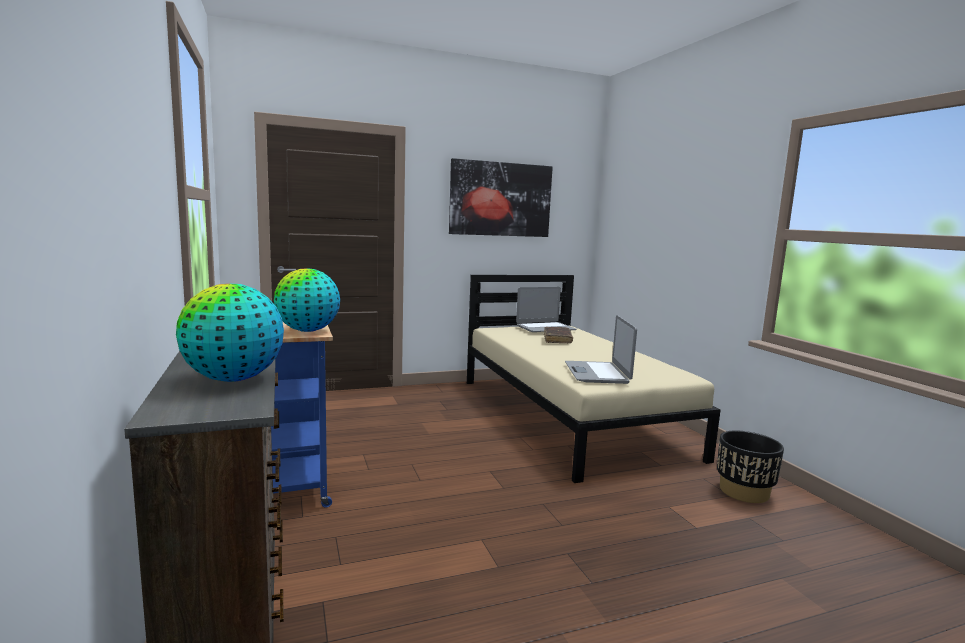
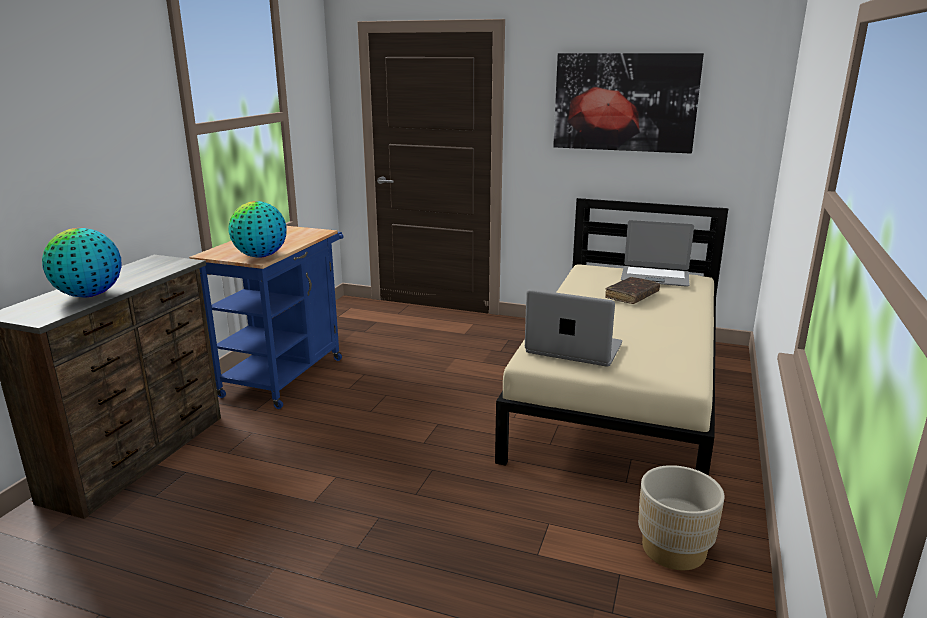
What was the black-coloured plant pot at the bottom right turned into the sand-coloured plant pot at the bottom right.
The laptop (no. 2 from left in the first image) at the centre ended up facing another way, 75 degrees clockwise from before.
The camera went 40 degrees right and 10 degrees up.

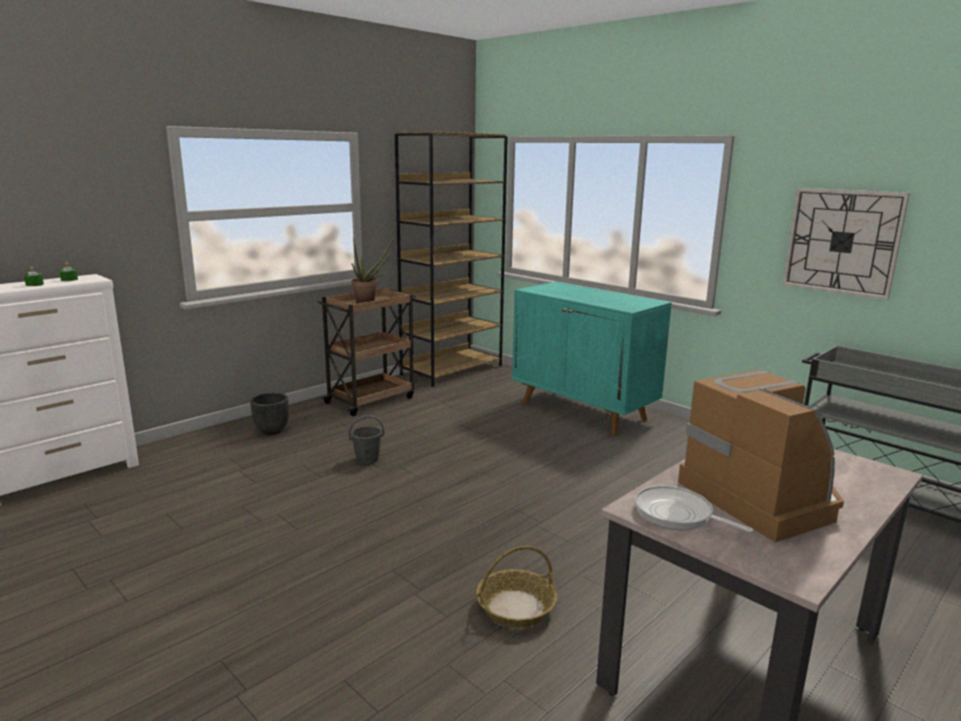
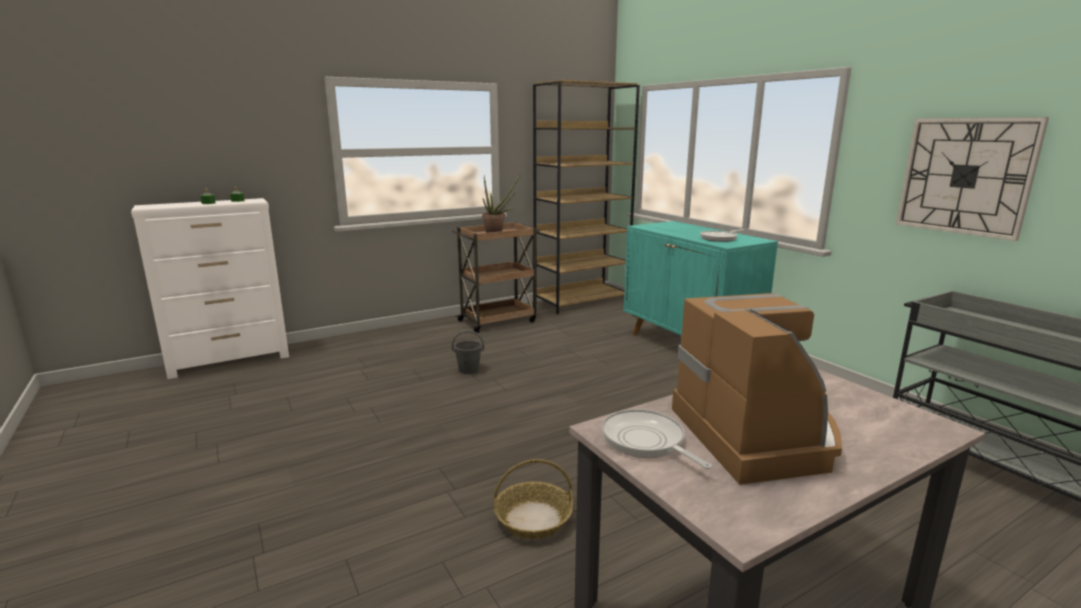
The second view lost the black-coloured plant pot at the middle left.
The second view gained the frying pan (no. 2 from left) at the middle right.
The camera went 15 degrees right and 0 degrees up.

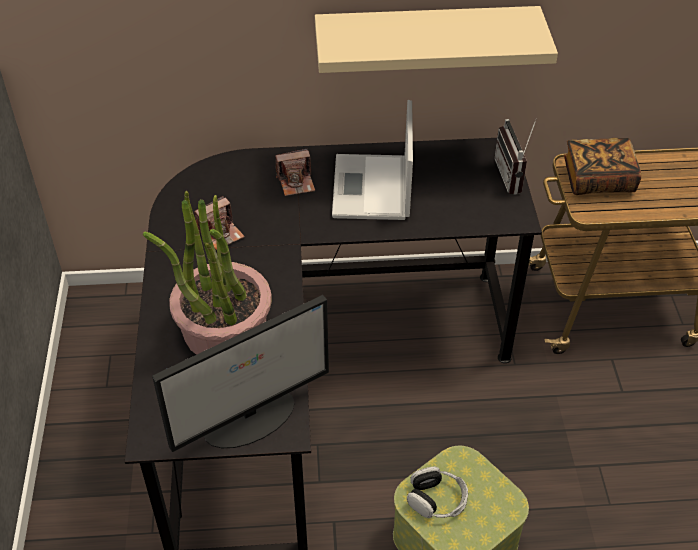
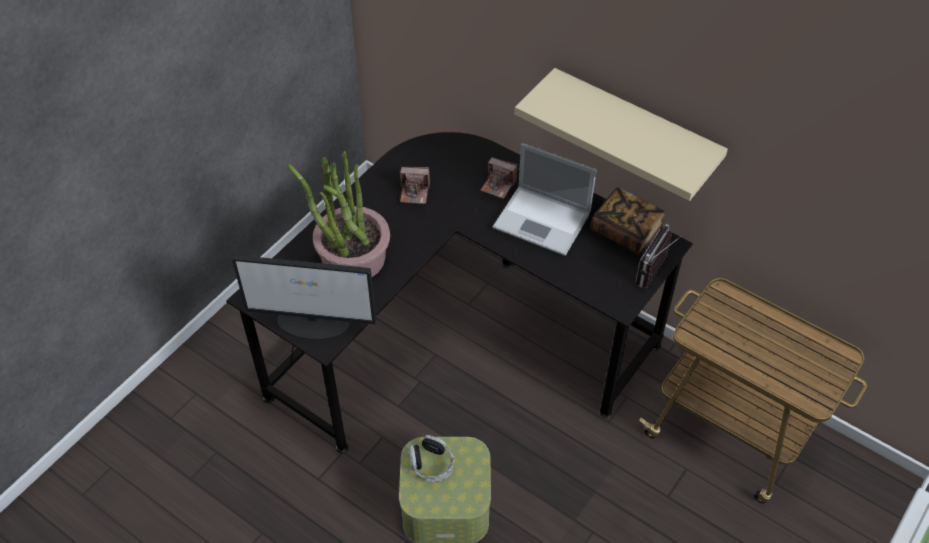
The bound book ended up elsewhere, having gone from the top right to the middle right.
The laptop at the top centre ended up facing another way, 105 degrees counterclockwise from before.
The camera went 40 degrees right and 5 degrees up.

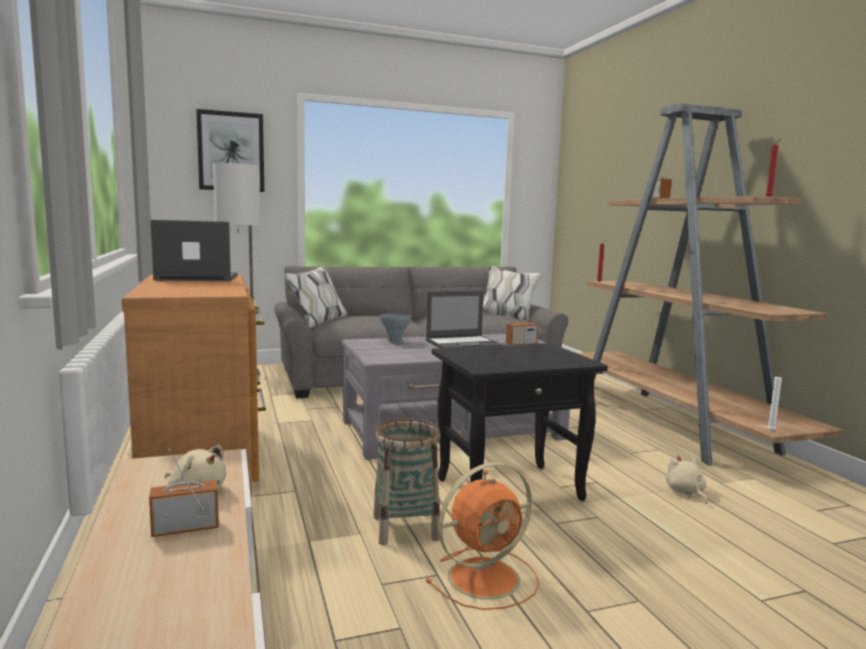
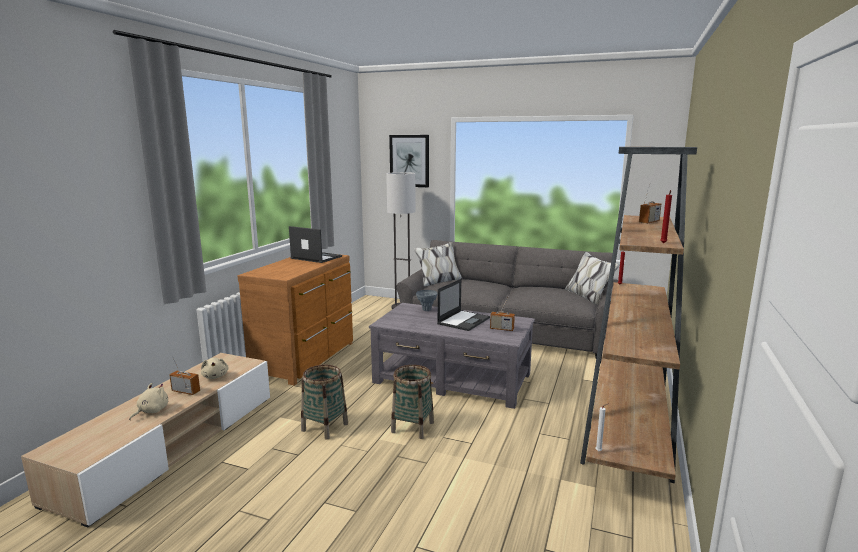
The second view lost the orangey cooling fan at the bottom centre.
The sand-coloured cuddly toy (no. 2 from left in the first image) ended up elsewhere, having gone from the bottom right to the bottom left.
Where the black-coloured side table stood at the centre, the storage basket (no. 2 from left) came to stand at the bottom centre.
The laptop (no. 2 from left) at the centre ended up facing another way, 75 degrees counterclockwise from before.
The camera went 40 degrees right and 5 degrees up.

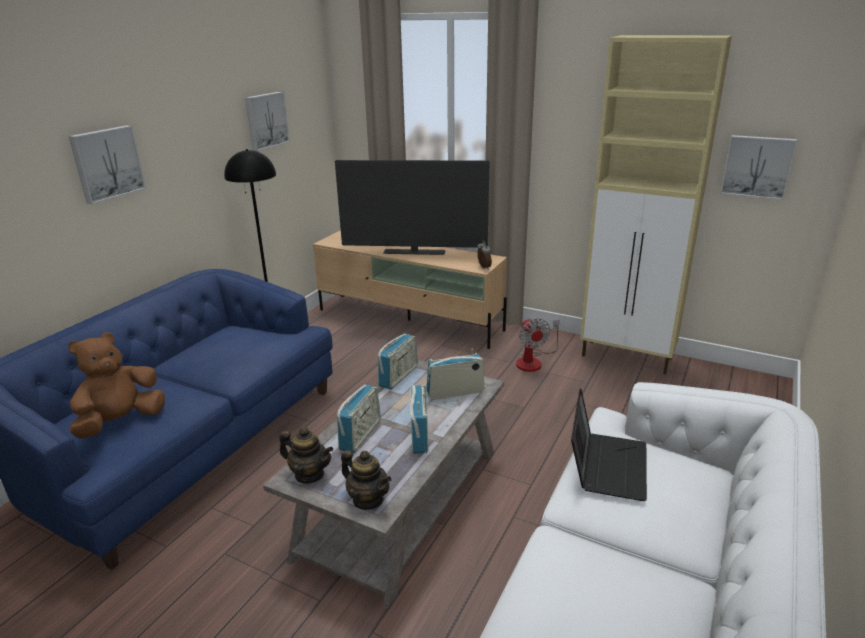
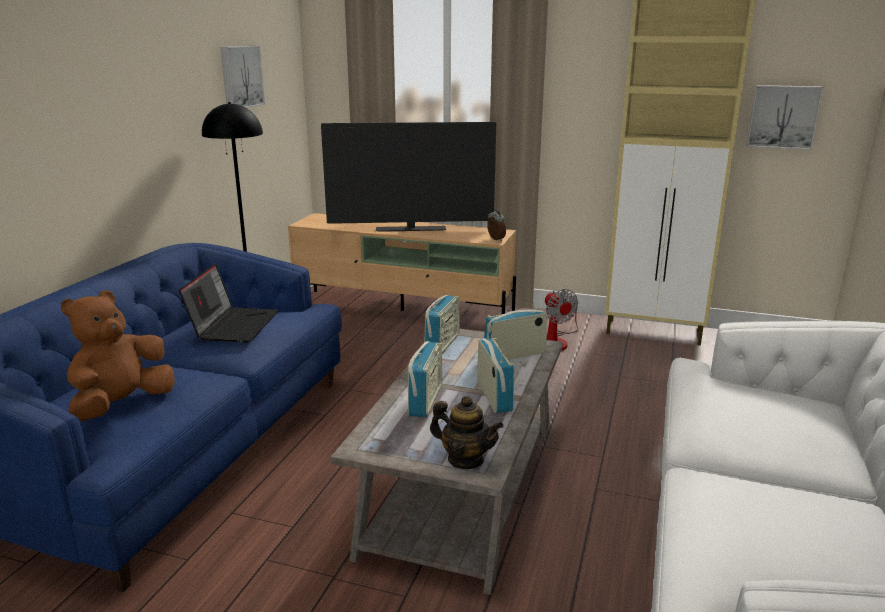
The second view lost the wall art (no. 1 from left) at the top left.
The second view lost the tea pot (no. 1 from left) at the bottom centre.
The laptop ended up elsewhere, having gone from the bottom right to the middle left.
The camera went 10 degrees left and 5 degrees down.

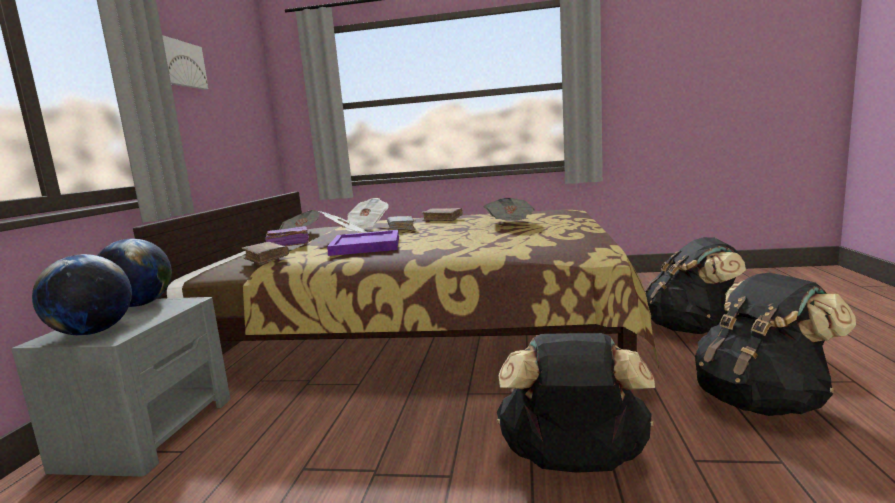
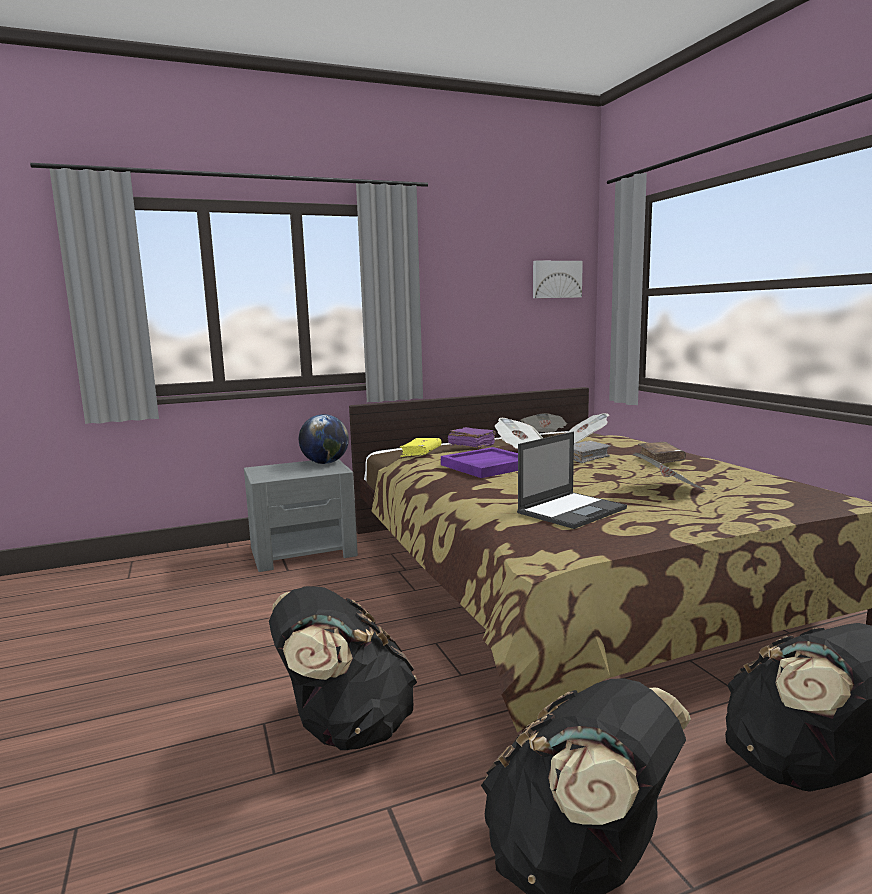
The second view lost the world globe (no. 1 from left) at the middle left.
The second view gained the laptop at the centre.
The wall art ended up elsewhere, having gone from the top left to the top centre.
What was the brown bound book (no. 1 from left) at the middle left turned into the yellow-coloured bound book at the centre.
The camera went 60 degrees right and 0 degrees up.

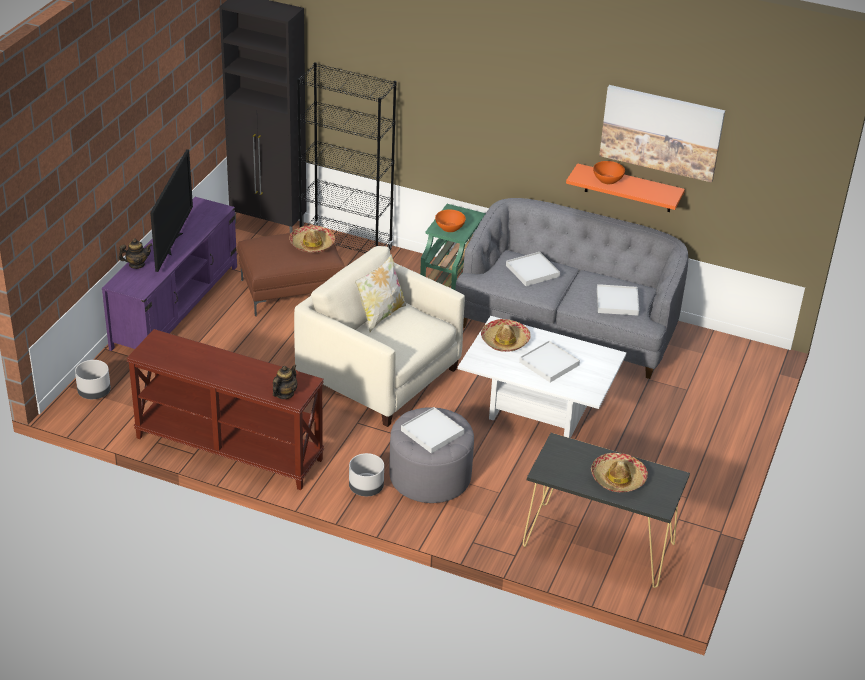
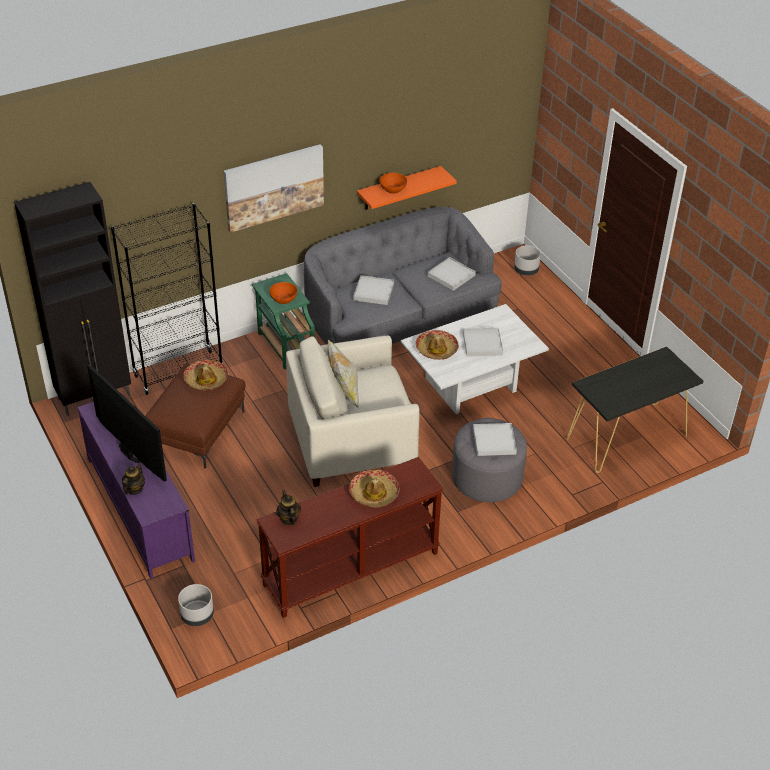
The tea pot (no. 2 from left) ended up elsewhere, having gone from the middle left to the centre.
The grey plant pot (no. 2 from left) ended up elsewhere, having gone from the bottom centre to the middle right.
The wearable hat (no. 3 from left in the first image) ended up elsewhere, having gone from the bottom right to the centre.
The wall art ended up elsewhere, having gone from the top right to the top centre.
The camera went 50 degrees left and 5 degrees up.

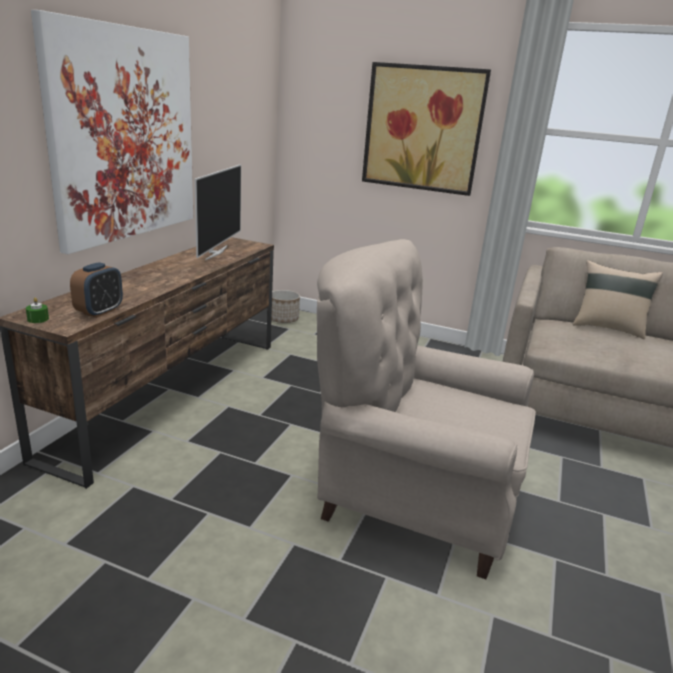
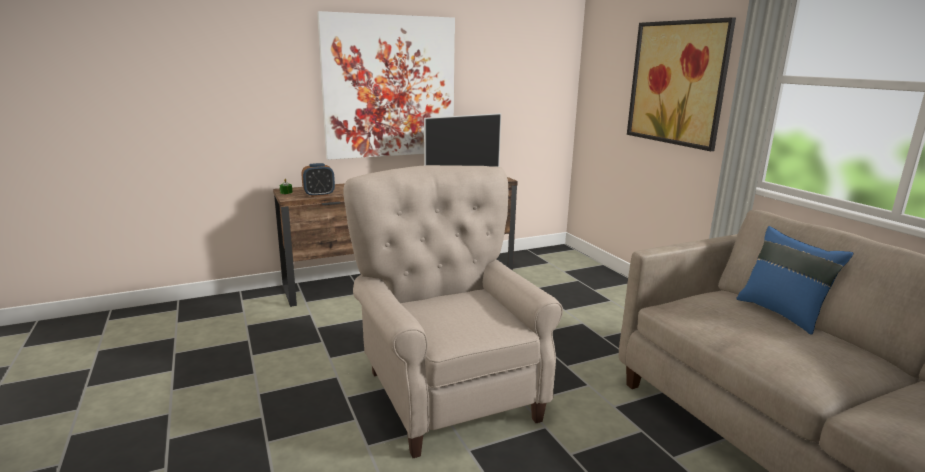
The second view lost the plant pot at the centre.
What was the sand-coloured pillow at the middle right turned into the blue-coloured pillow at the middle right.
The camera went 45 degrees right and 5 degrees down.

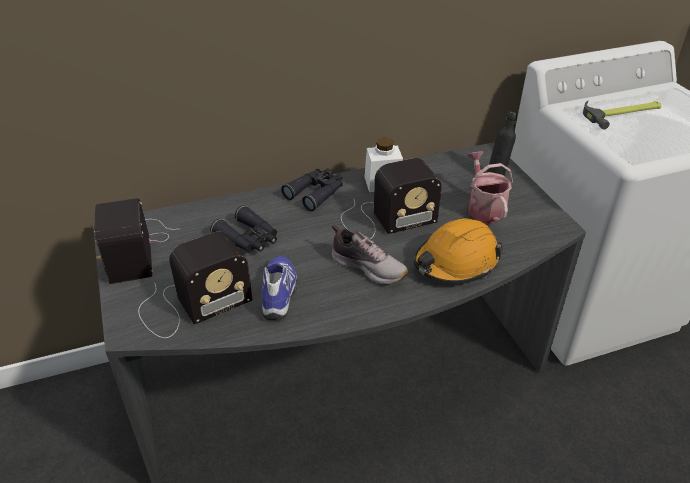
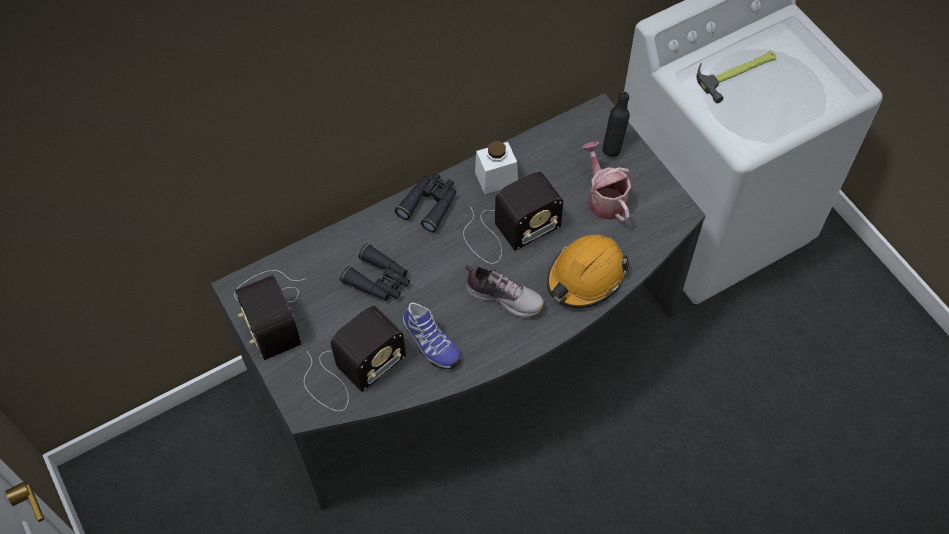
The item of footwear (no. 1 from left) at the centre ended up facing another way, 150 degrees clockwise from before.
The camera went 10 degrees left and 20 degrees up.

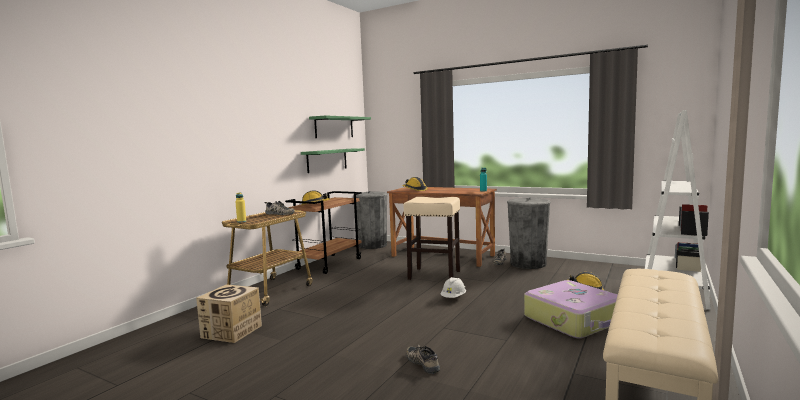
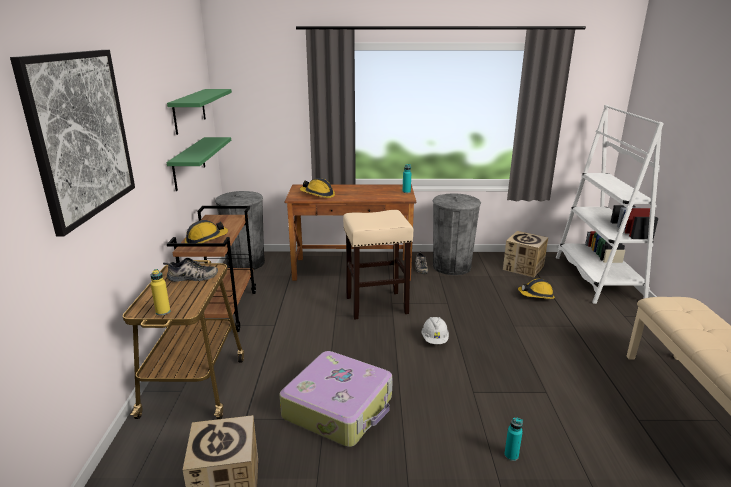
The second view gained the wall art at the top left.
The second view gained the packing box (no. 2 from left) at the middle right.
The suitcase ended up elsewhere, having gone from the bottom right to the bottom centre.
Where the item of footwear (no. 2 from left) stood at the bottom centre, the blue-green bottle (no. 2 from left) came to stand at the bottom right.
The camera went 30 degrees left and 15 degrees up.

